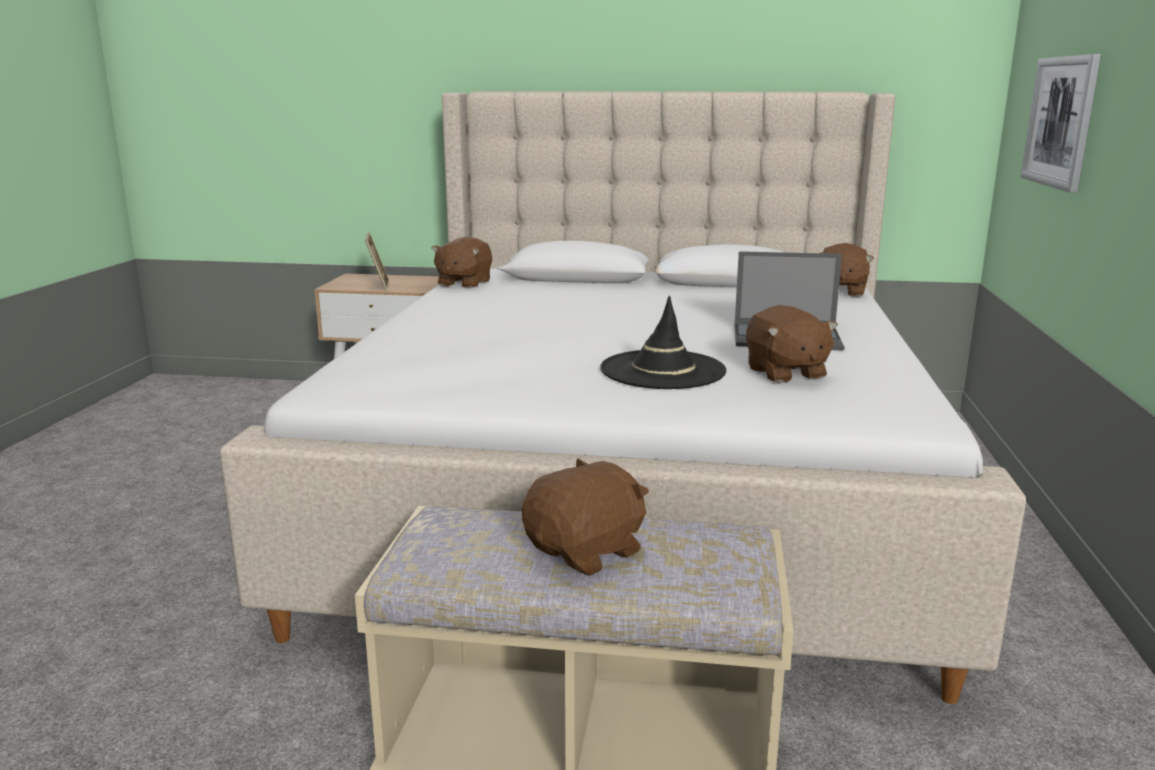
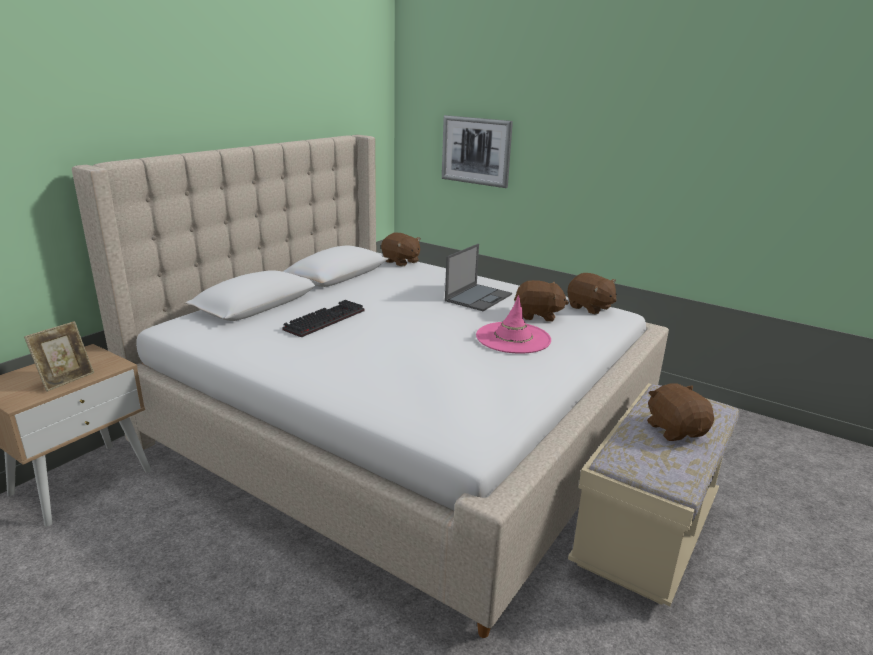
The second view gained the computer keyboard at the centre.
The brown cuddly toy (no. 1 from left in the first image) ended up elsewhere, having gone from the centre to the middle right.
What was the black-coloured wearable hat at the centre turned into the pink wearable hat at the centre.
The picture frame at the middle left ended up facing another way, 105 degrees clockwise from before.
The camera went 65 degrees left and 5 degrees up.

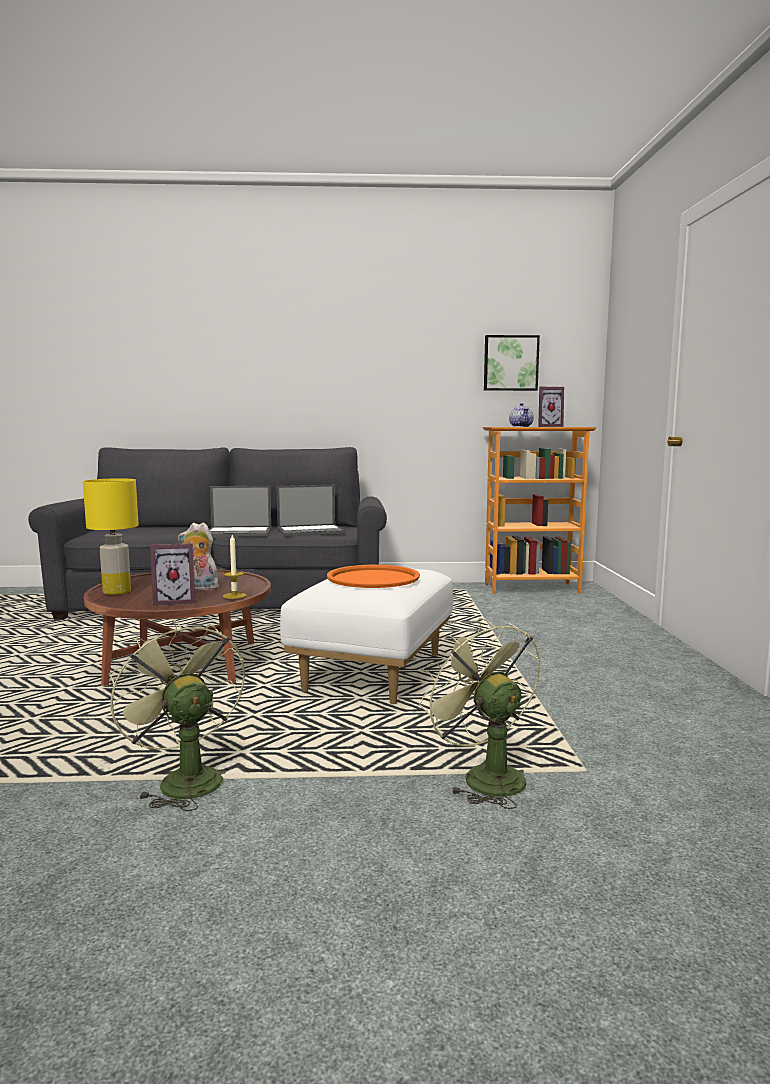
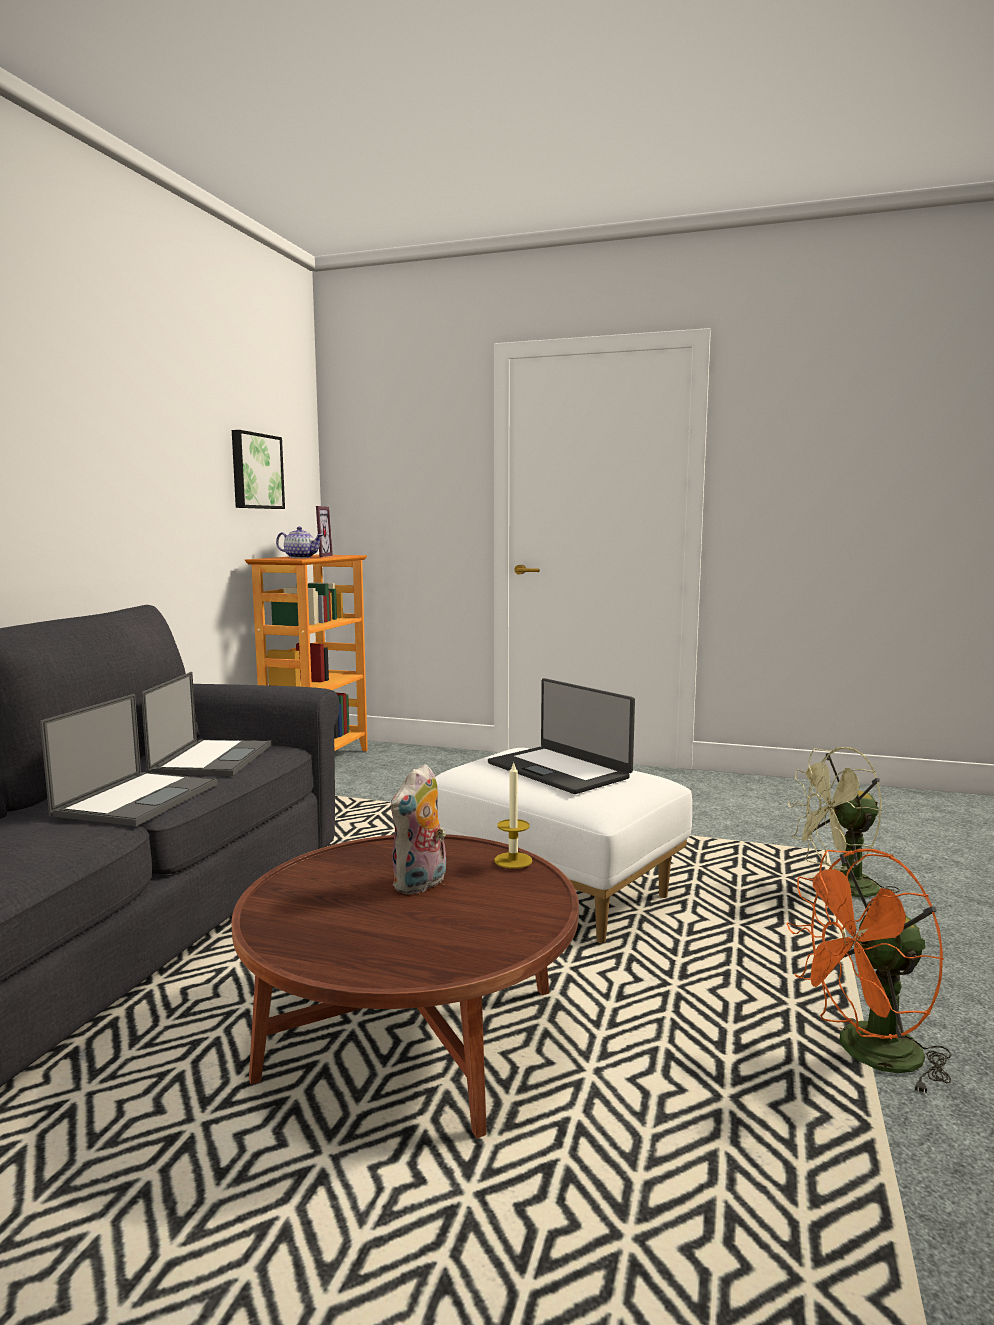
The second view lost the yellow-coloured tabletop lamp at the middle left.
The second view lost the picture frame (no. 1 from left) at the middle left.
Where the orangey tray stood at the centre, the laptop (no. 3 from left) came to stand at the centre.
What was the green cooling fan (no. 1 from left) at the middle left turned into the orangey cooling fan at the bottom right.
The camera went 70 degrees left and 0 degrees up.

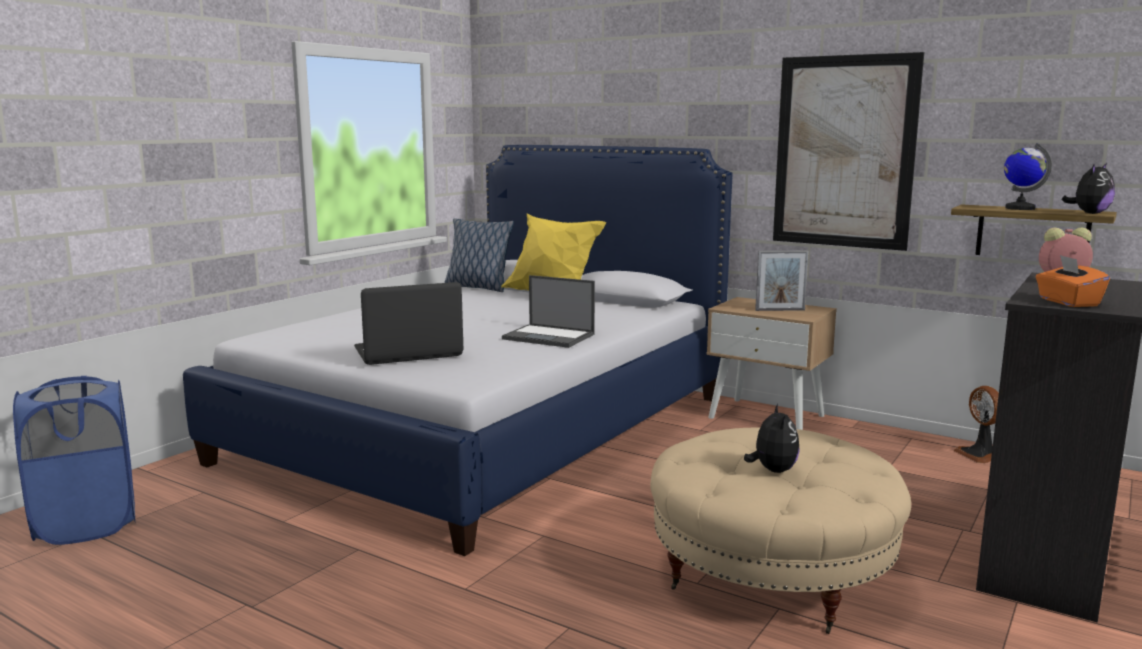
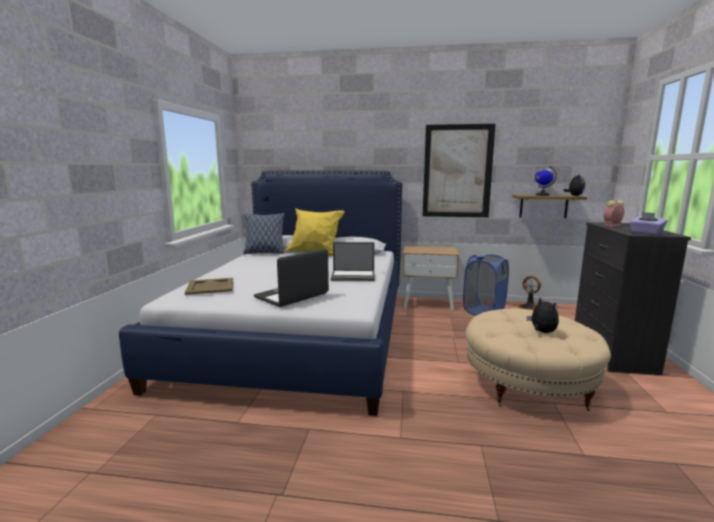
The second view lost the picture frame at the middle right.
The second view gained the sand-coloured tray at the middle left.
The blue-coloured washing basket ended up elsewhere, having gone from the bottom left to the middle right.
What was the orangey tissue box at the middle right turned into the purplish tissue box at the middle right.
The camera went 25 degrees left and 0 degrees up.

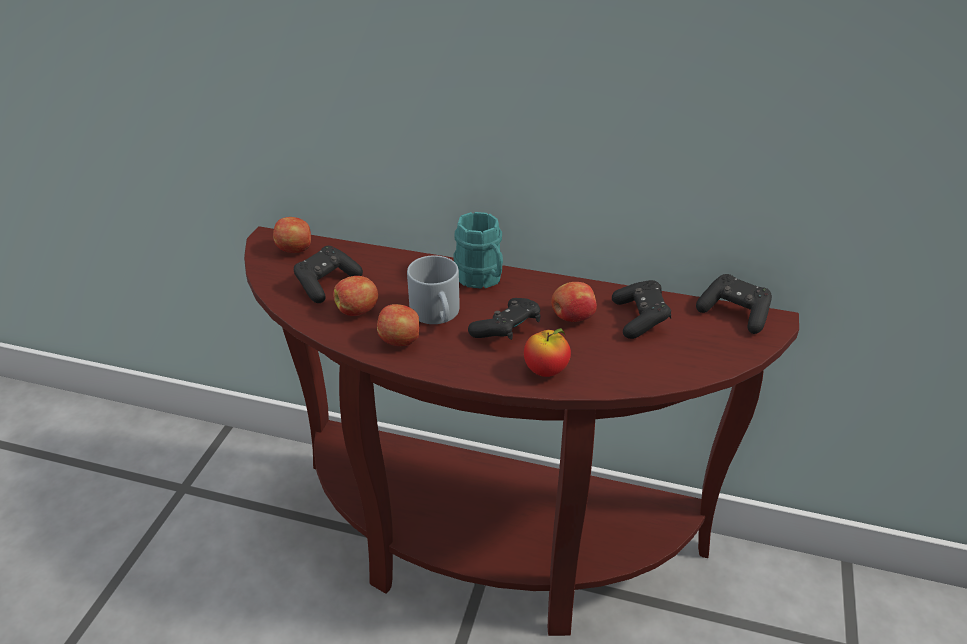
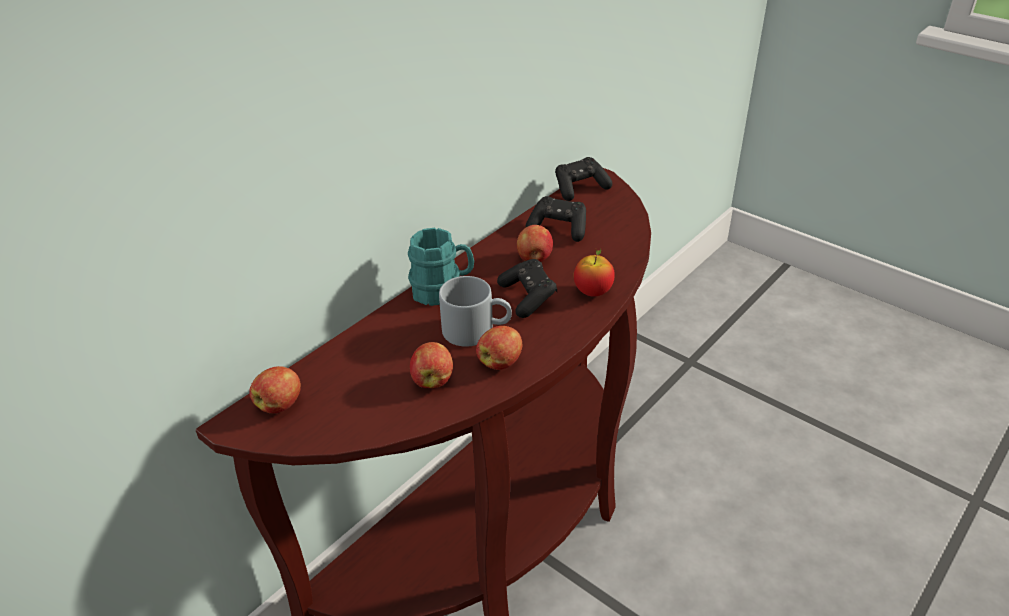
The second view lost the black-coloured gamepad (no. 1 from left) at the centre.
The camera went 65 degrees left and 0 degrees up.

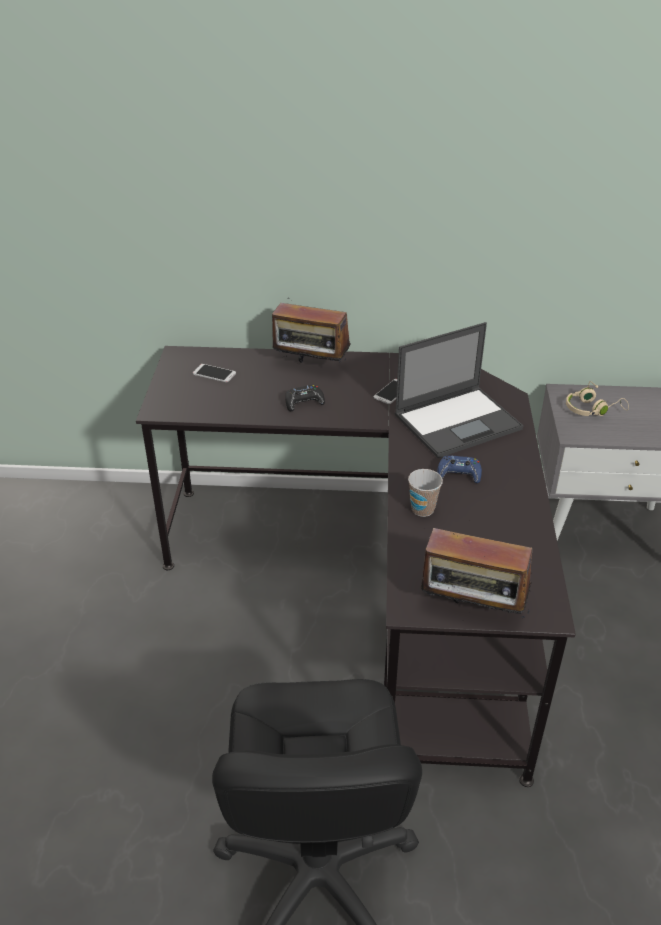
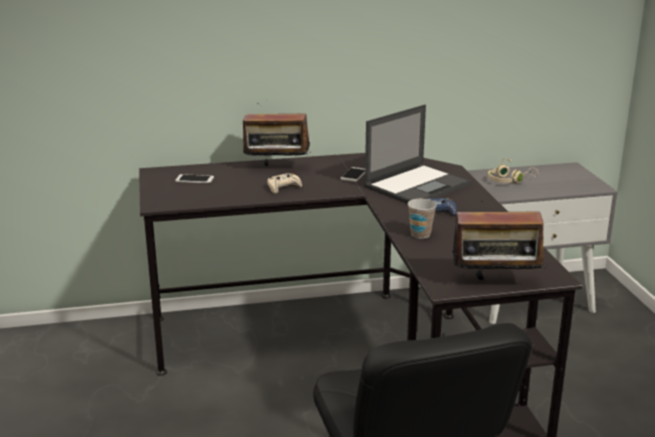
What was the black-coloured gamepad at the centre turned into the sand-coloured gamepad at the centre.
The camera went 15 degrees left and 15 degrees down.

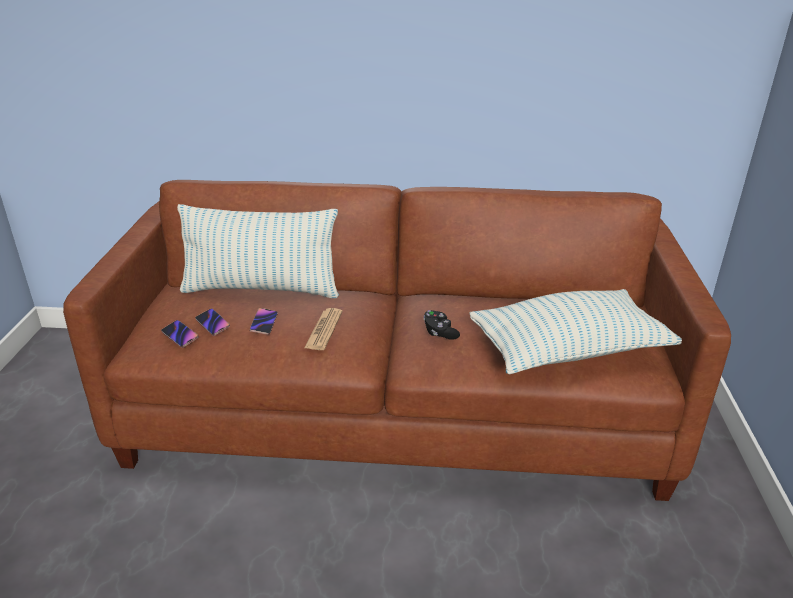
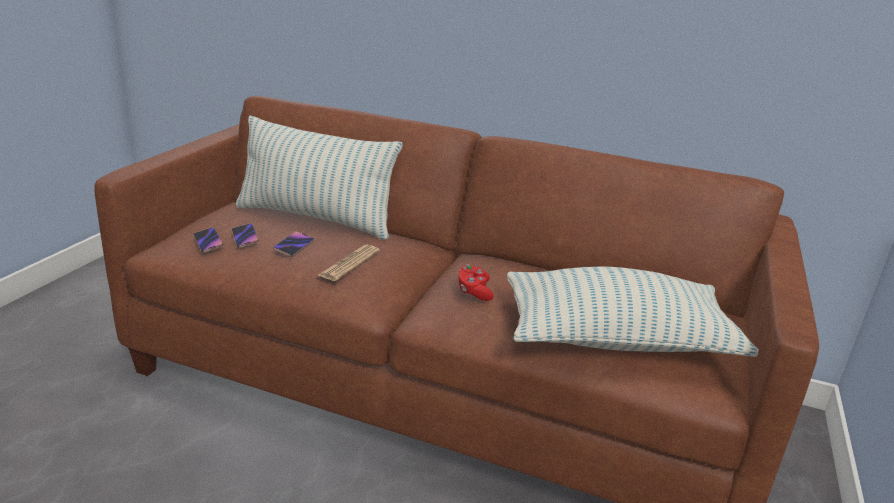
What was the black-coloured gamepad at the centre turned into the reddish gamepad at the centre.
The camera went 15 degrees right and 5 degrees down.

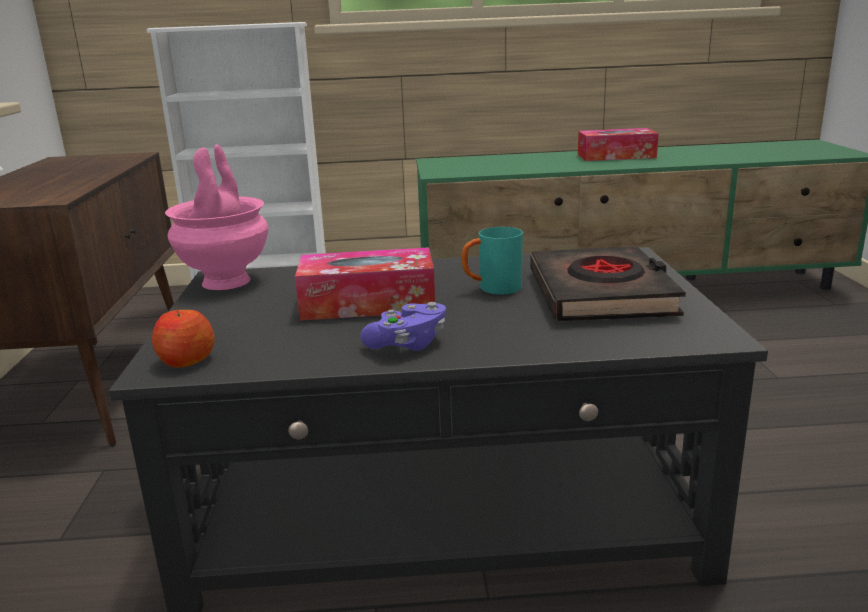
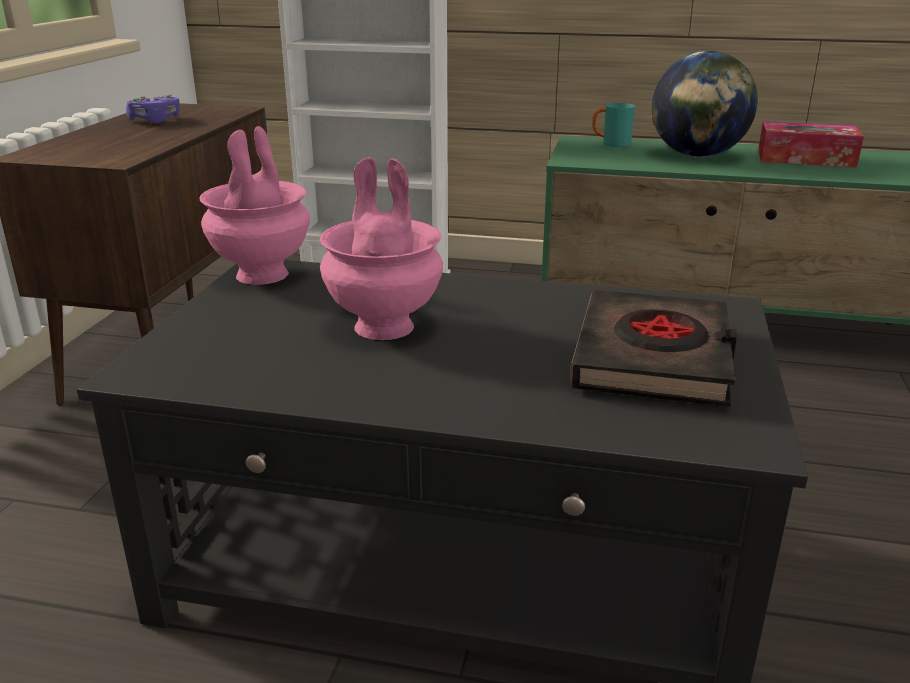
The second view lost the apple fruit at the middle left.
The second view gained the world globe at the top right.
The purplish gamepad ended up elsewhere, having gone from the centre to the top left.
The blue-green tea mug ended up elsewhere, having gone from the centre to the top right.
Where the tissue box (no. 1 from left) stood at the centre, the pink decorative vase (no. 2 from left) came to stand at the centre.
The camera went 15 degrees right and 5 degrees up.

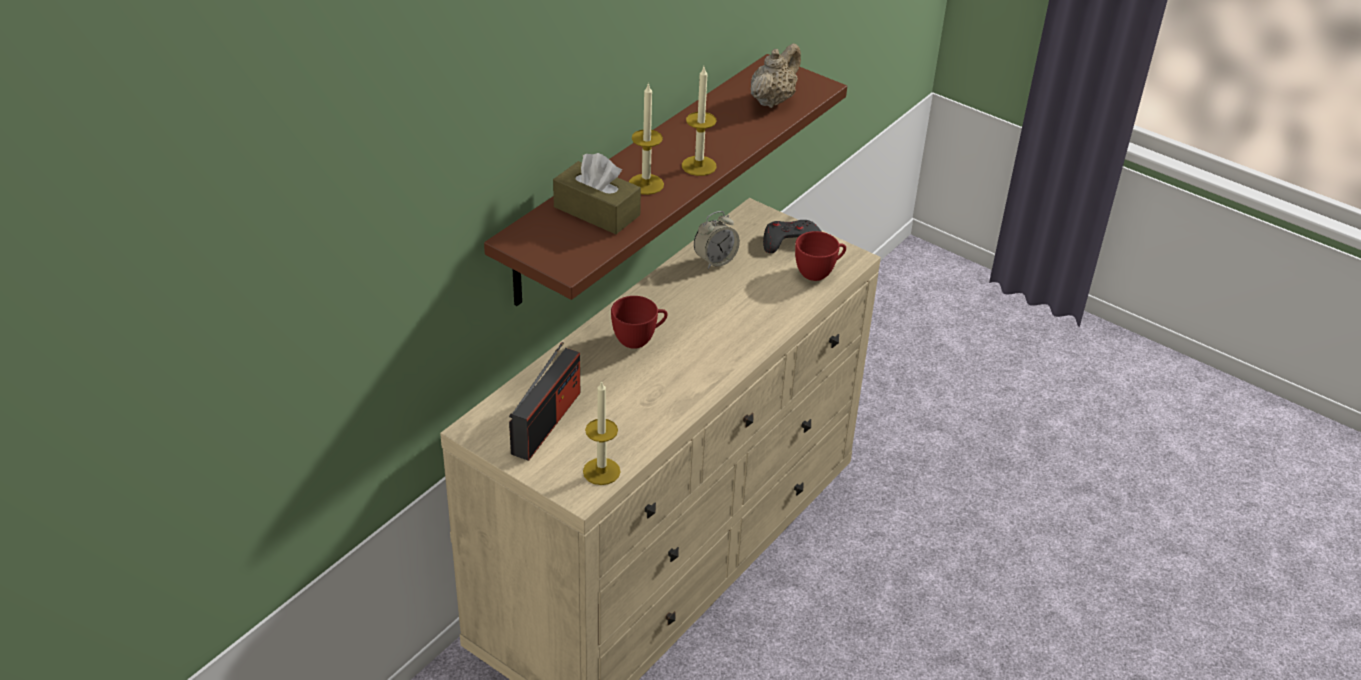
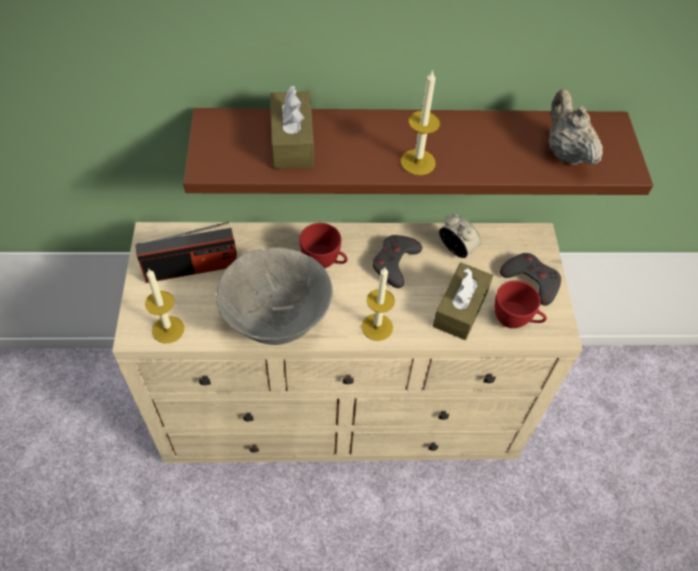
The second view gained the grey serving bowl at the centre.
The second view gained the grey gamepad (no. 1 from left) at the centre.
The second view gained the brown tissue box (no. 2 from left) at the centre.
The candle (no. 2 from left) ended up elsewhere, having gone from the top centre to the centre.
The table clock at the centre ended up facing another way, 150 degrees counterclockwise from before.
The sand-coloured tea pot at the top centre ended up facing another way, 105 degrees counterclockwise from before.
The camera went 50 degrees right and 15 degrees up.

